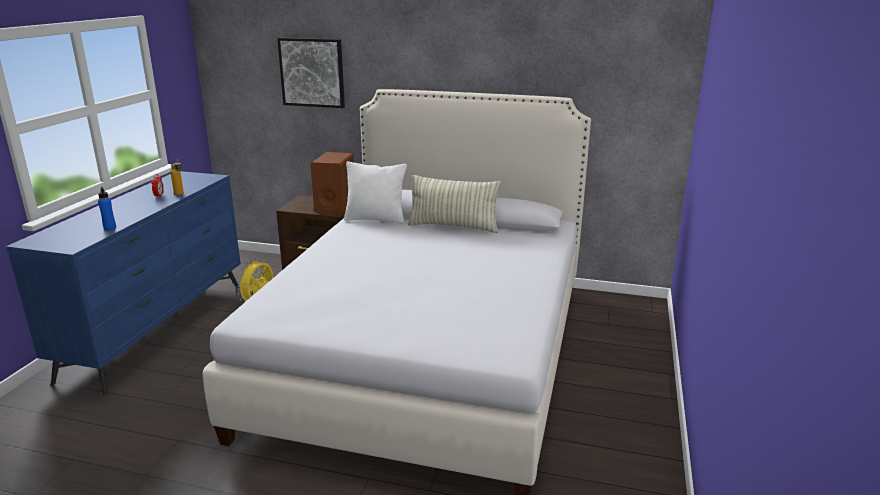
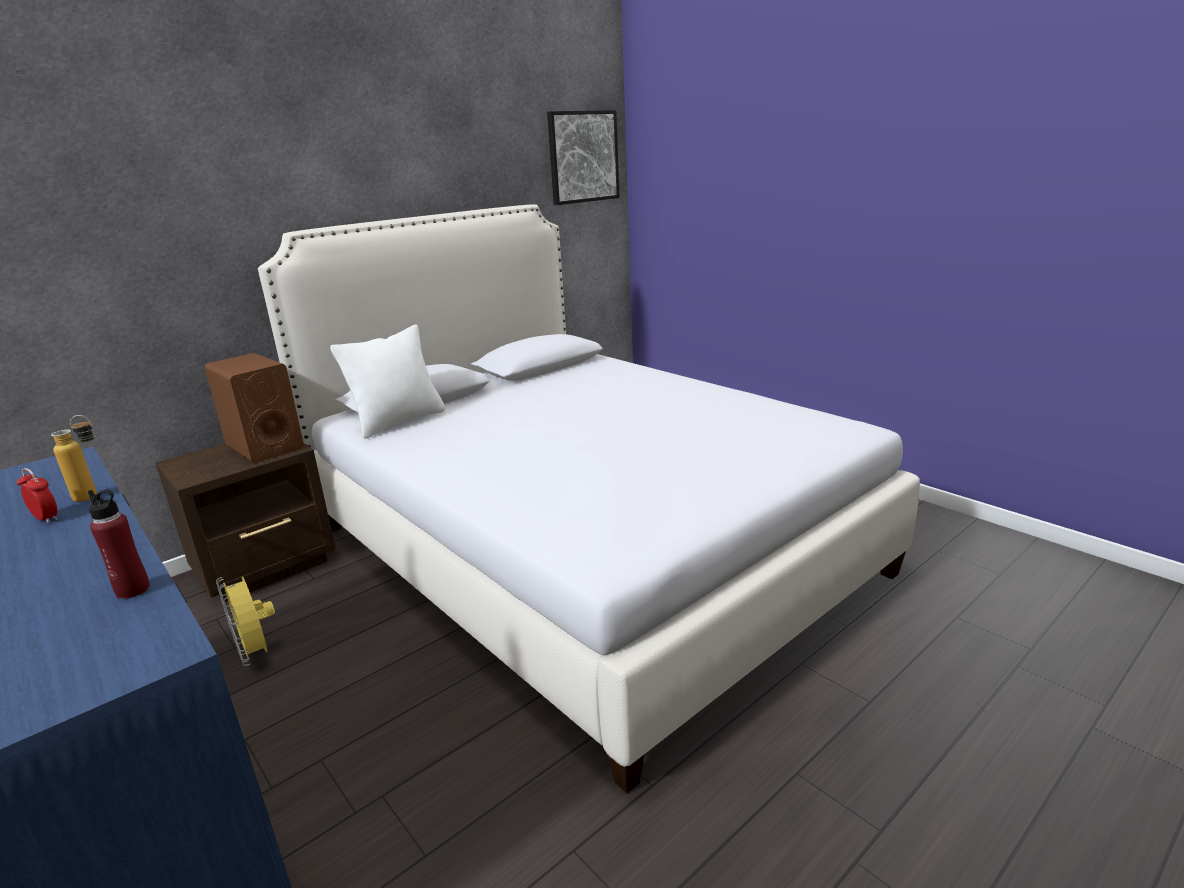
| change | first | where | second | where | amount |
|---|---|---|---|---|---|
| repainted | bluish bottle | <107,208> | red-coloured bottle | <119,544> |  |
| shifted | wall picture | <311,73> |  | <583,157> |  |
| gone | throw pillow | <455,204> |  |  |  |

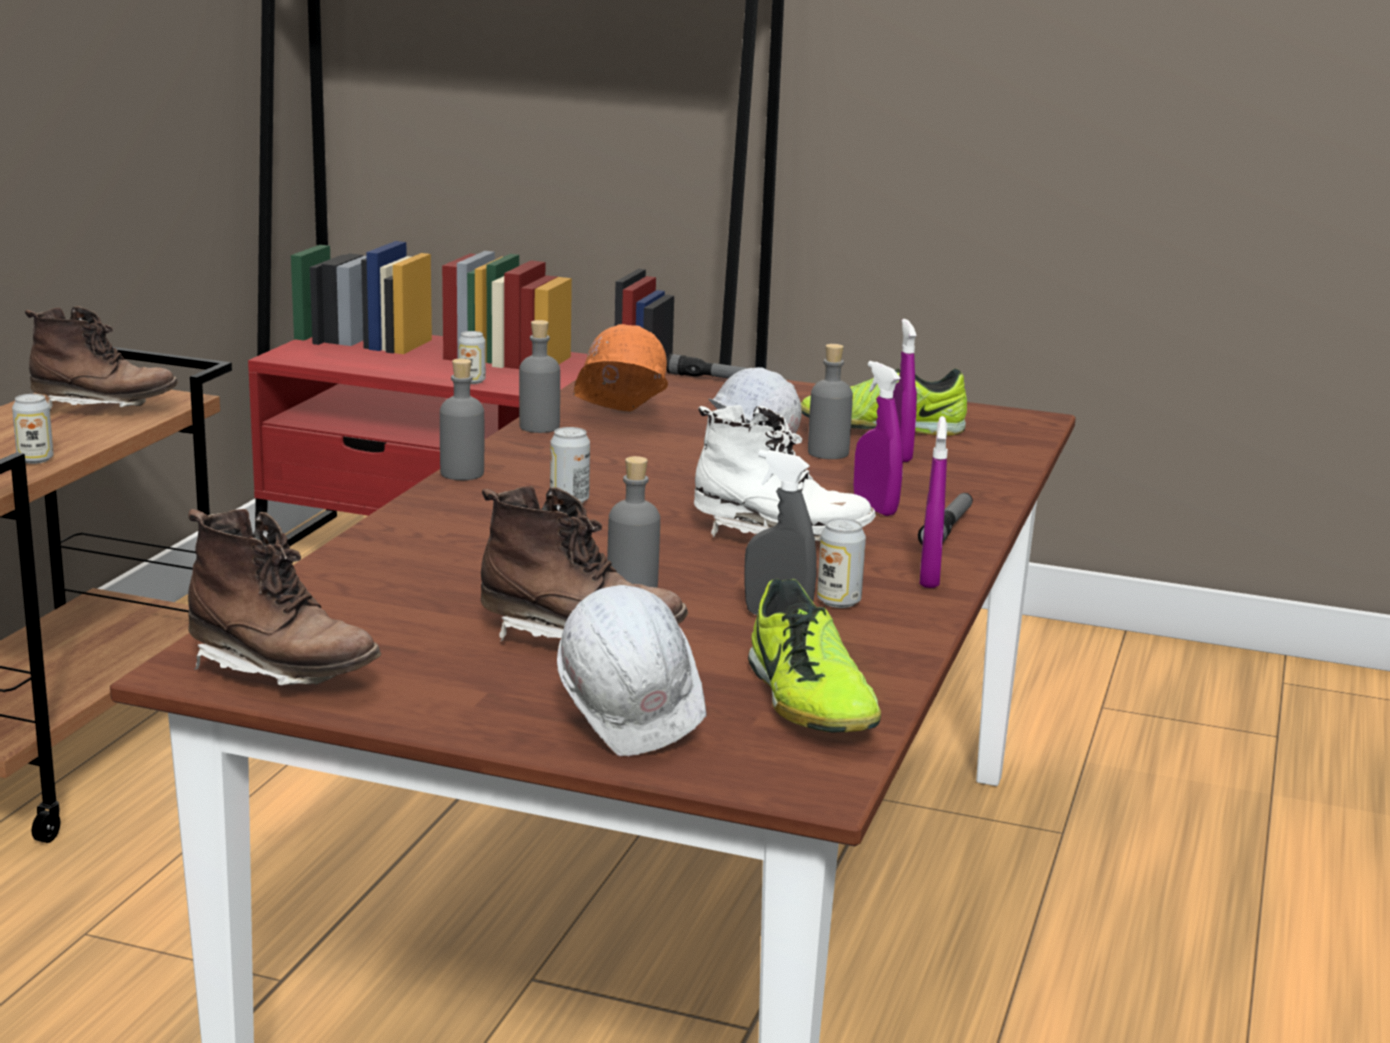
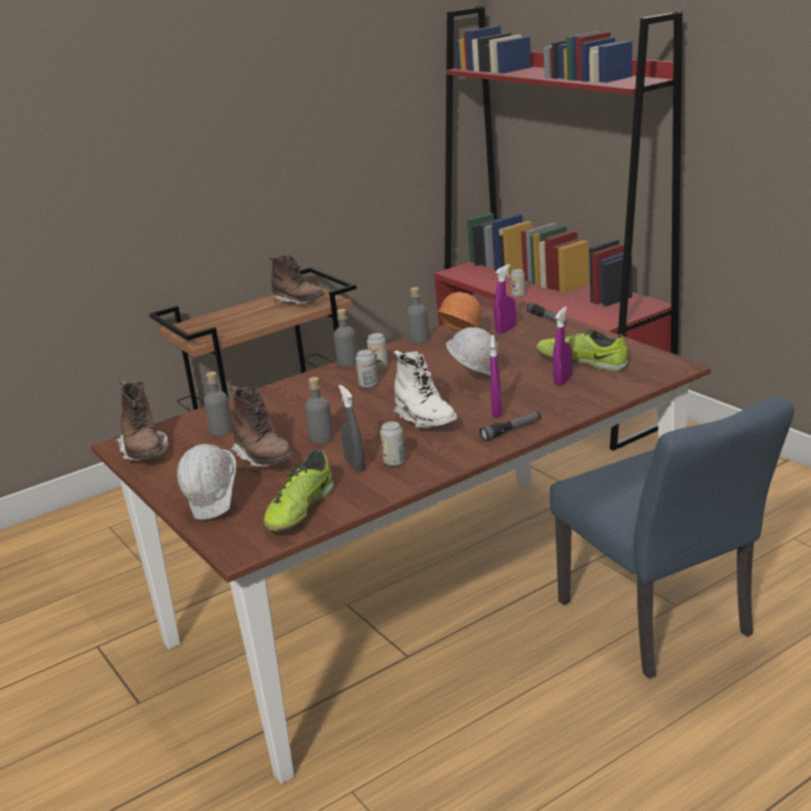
| change | first | where | second | where | amount |
|---|---|---|---|---|---|
| shifted | greyish bottle | <830,401> |  | <218,404> |  |
| shifted | sealed can | <33,429> |  | <377,351> |  |
| shifted | purple-coloured hand sprayer | <934,502> |  | <505,299> |  |
| new |  |  | bluish upright chair | <672,537> |  |

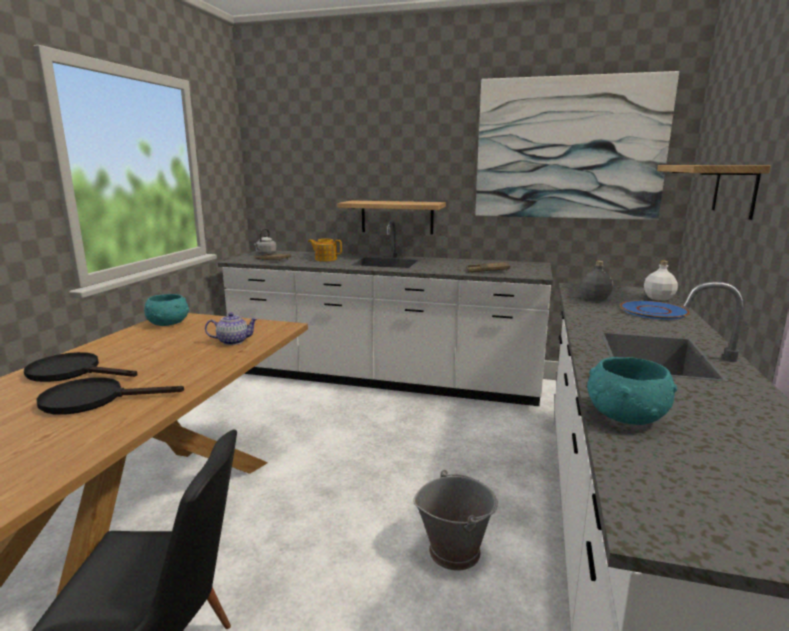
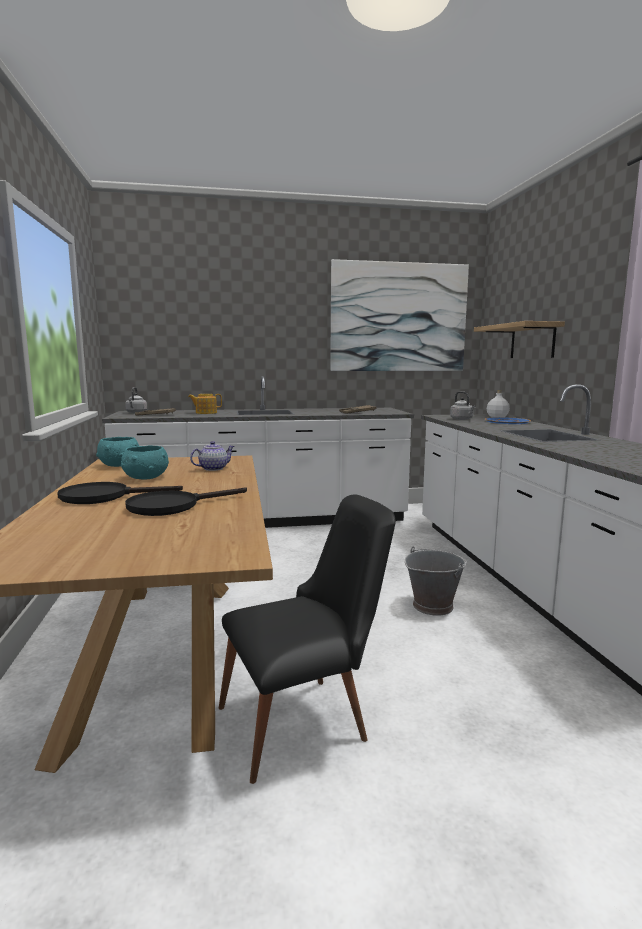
| change | first | where | second | where | amount |
|---|---|---|---|---|---|
| shifted | blue-green bowl | <632,391> |  | <145,463> |  |
| swapped | greyish bottle | <597,281> | greyish kettle | <463,405> |  |
| gone | bracket shelf | <391,217> |  |  |  |

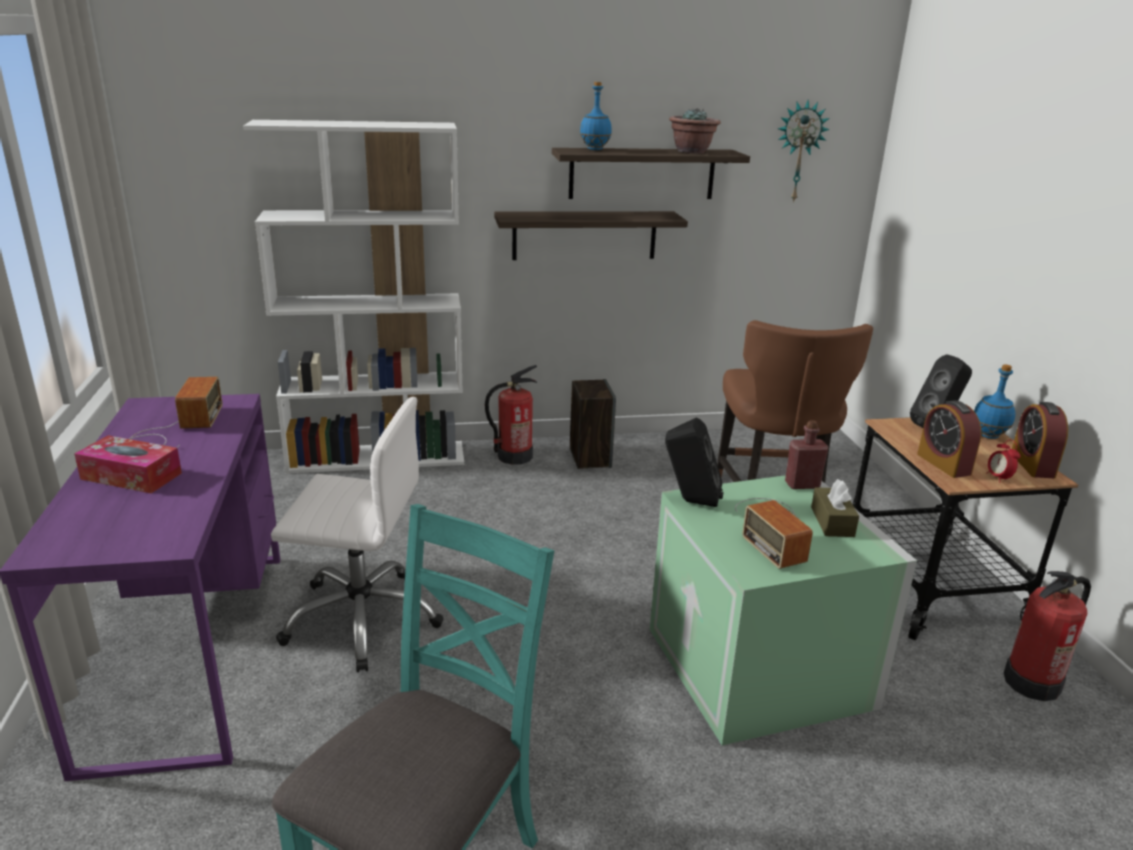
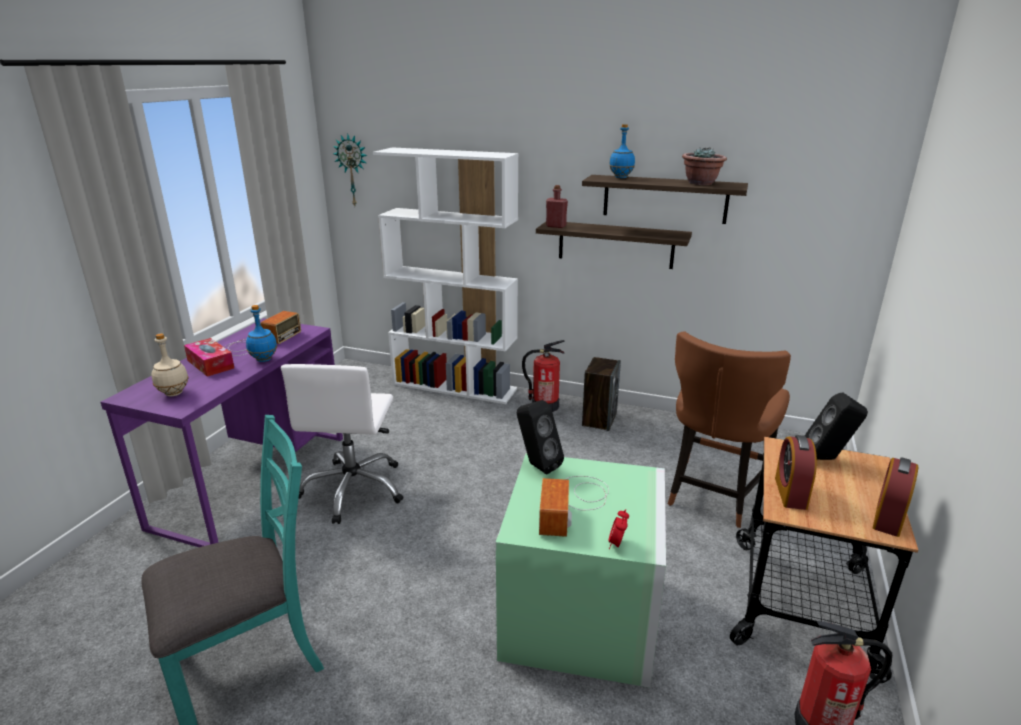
| change | first | where | second | where | amount |
|---|---|---|---|---|---|
| new |  |  | beige-coloured bottle | <170,365> |  |
| shifted | bluish bottle | <994,401> |  | <261,333> |  |
| rotated | white-coloured office chair | <357,534> |  | <342,444> | 60 degrees clockwise |
| shifted | wall clock | <804,151> |  | <350,170> |  |
| shifted | red-coloured bottle | <806,454> |  | <557,206> |  |
| shifted | alarm clock | <1003,461> |  | <618,529> |  |
| gone | brown-coloured tissue box | <835,508> |  |  |  |

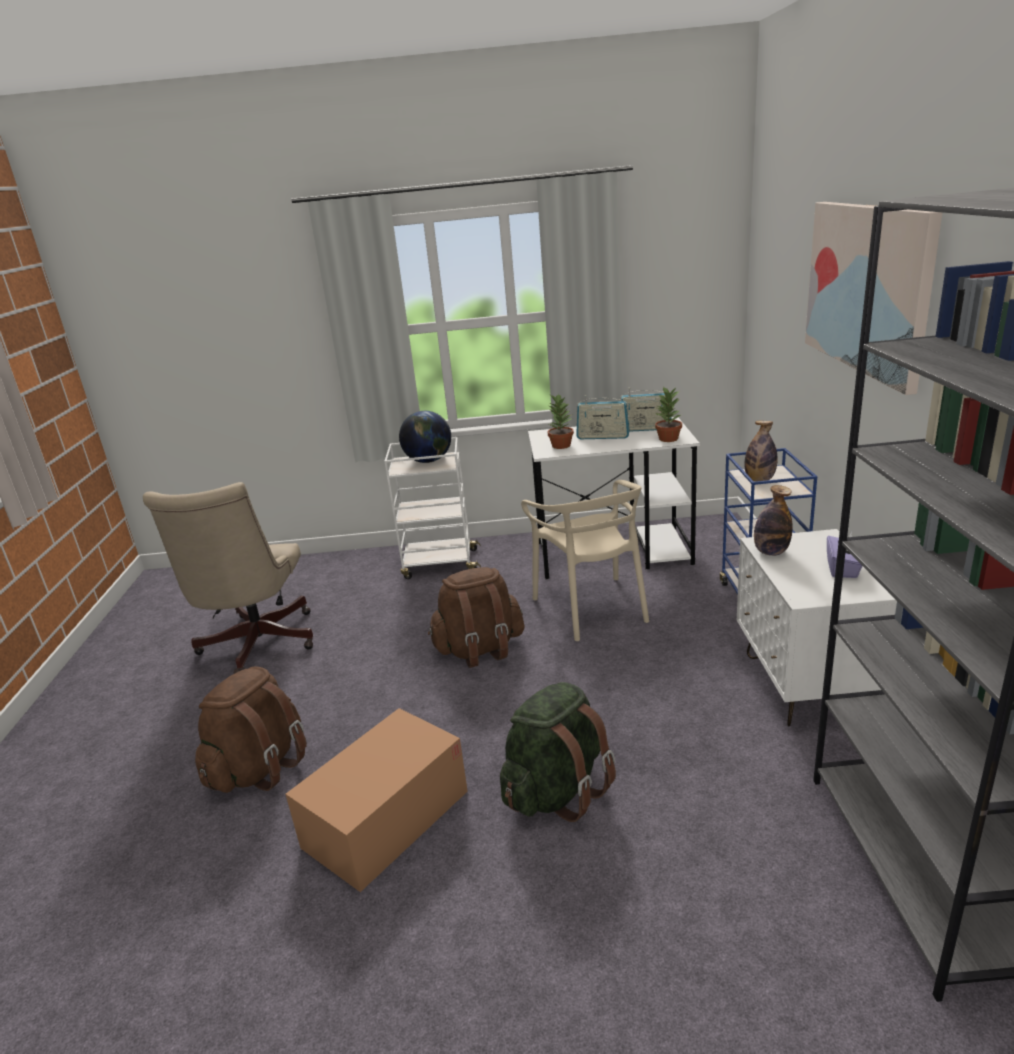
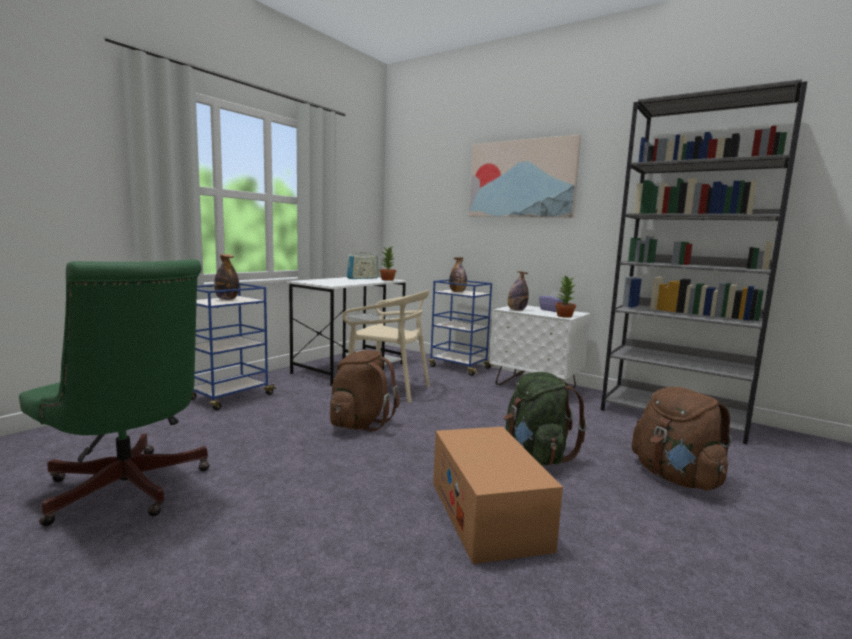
| change | first | where | second | where | amount |
|---|---|---|---|---|---|
| repainted | beige-coloured office chair | <228,578> | green office chair | <114,392> |  |
| repainted | white-coloured trolley | <432,508> | bluish trolley | <233,346> |  |
| swapped | desk globe | <425,437> | bottle | <226,277> |  |
| shifted | houseplant | <560,421> |  | <565,297> |  |
| shifted | brown-coloured knapsack | <251,730> |  | <682,438> |  |
| gone | radio | <603,417> |  |  |  |

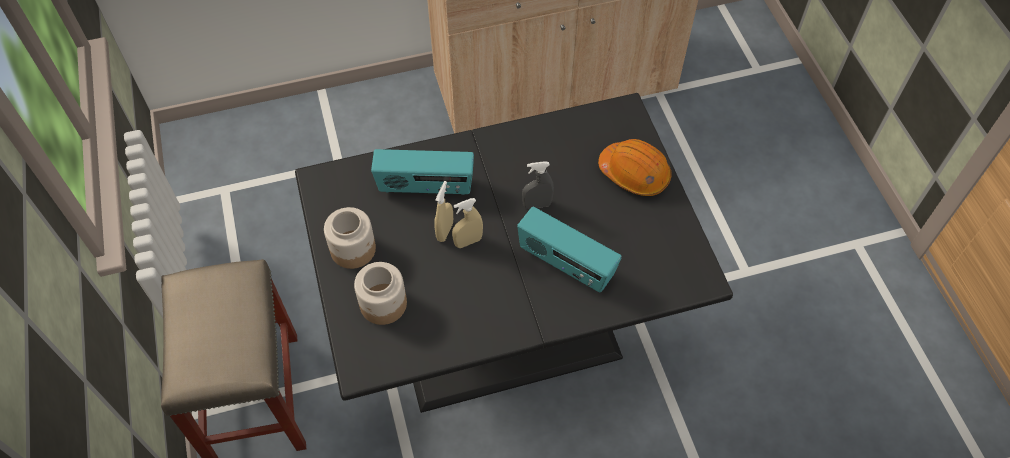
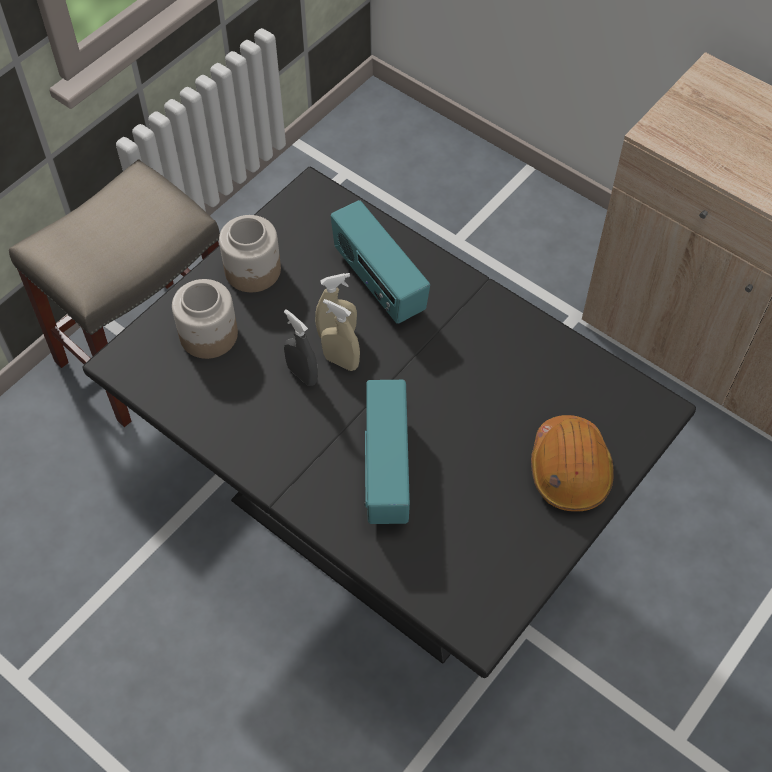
| change | first | where | second | where | amount |
|---|---|---|---|---|---|
| shifted | greyish hand sprayer | <538,185> |  | <301,347> |  |

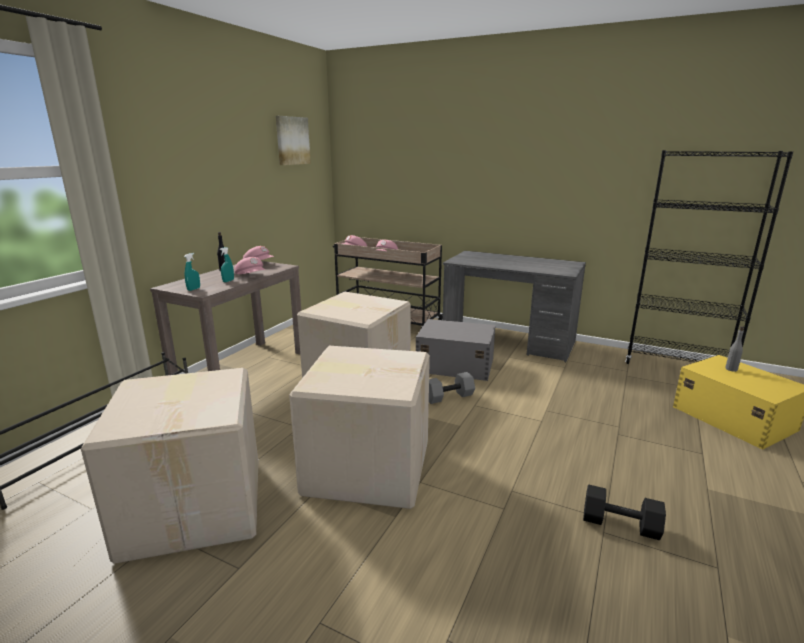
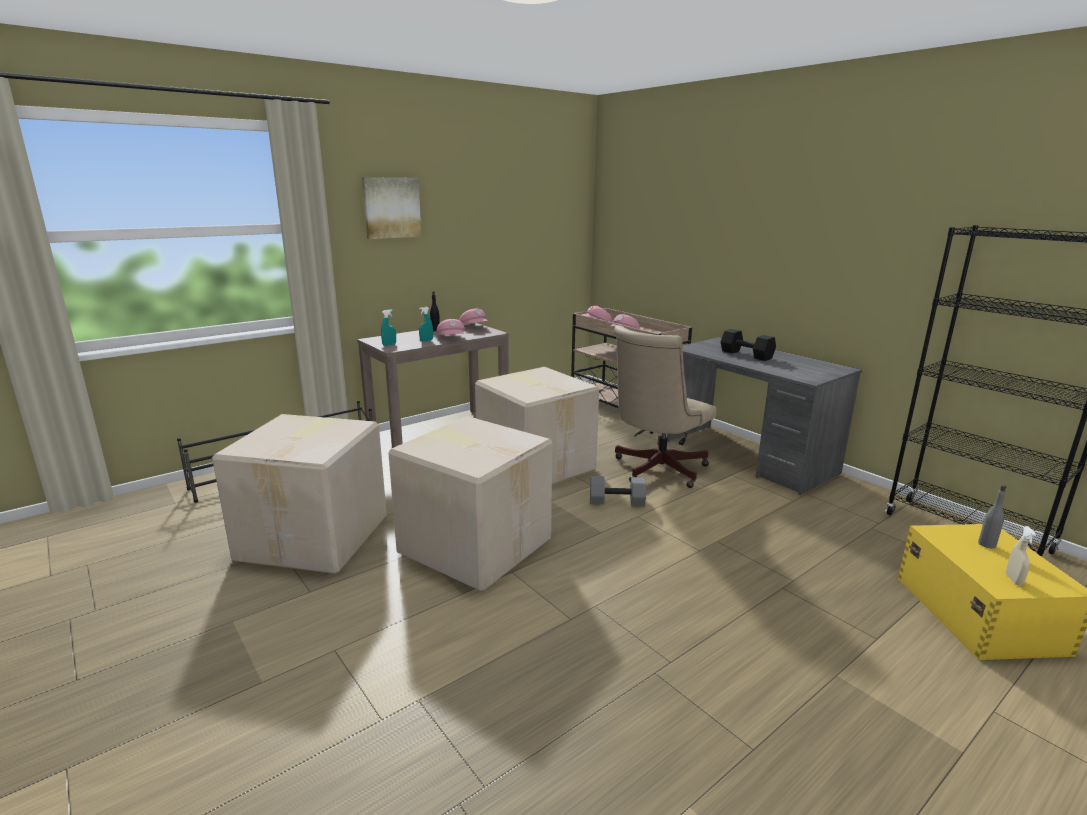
| change | first | where | second | where | amount |
|---|---|---|---|---|---|
| shifted | wall picture | <293,140> |  | <392,208> |  |
| swapped | greyish storage container | <456,350> | beige-coloured office chair | <665,406> |  |
| shifted | blackish dumbbell | <624,512> |  | <748,345> |  |
| new |  |  | beige-coloured hand sprayer | <1021,555> |  |

